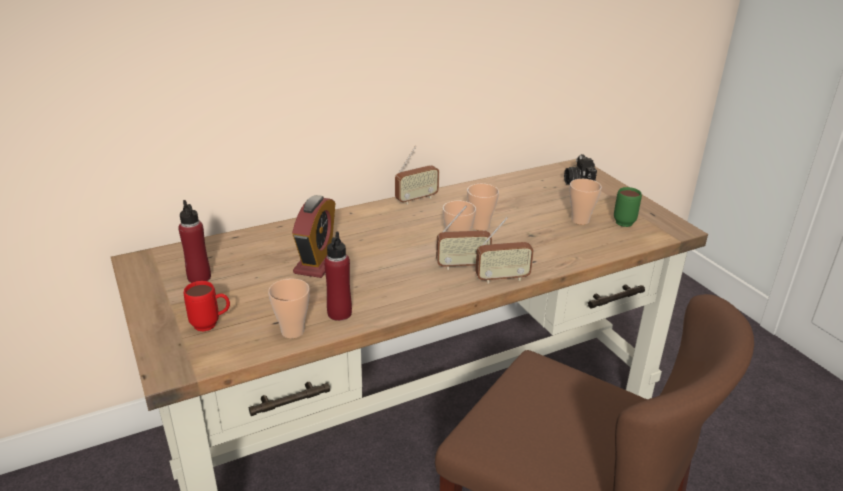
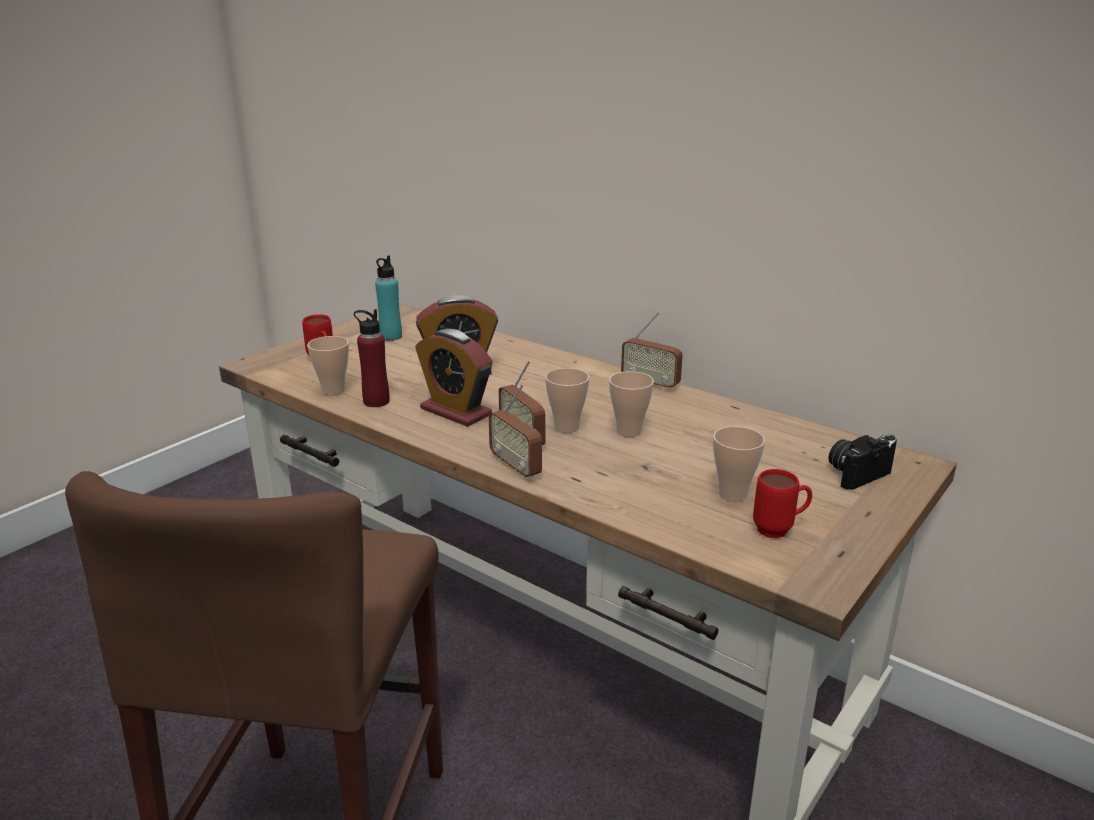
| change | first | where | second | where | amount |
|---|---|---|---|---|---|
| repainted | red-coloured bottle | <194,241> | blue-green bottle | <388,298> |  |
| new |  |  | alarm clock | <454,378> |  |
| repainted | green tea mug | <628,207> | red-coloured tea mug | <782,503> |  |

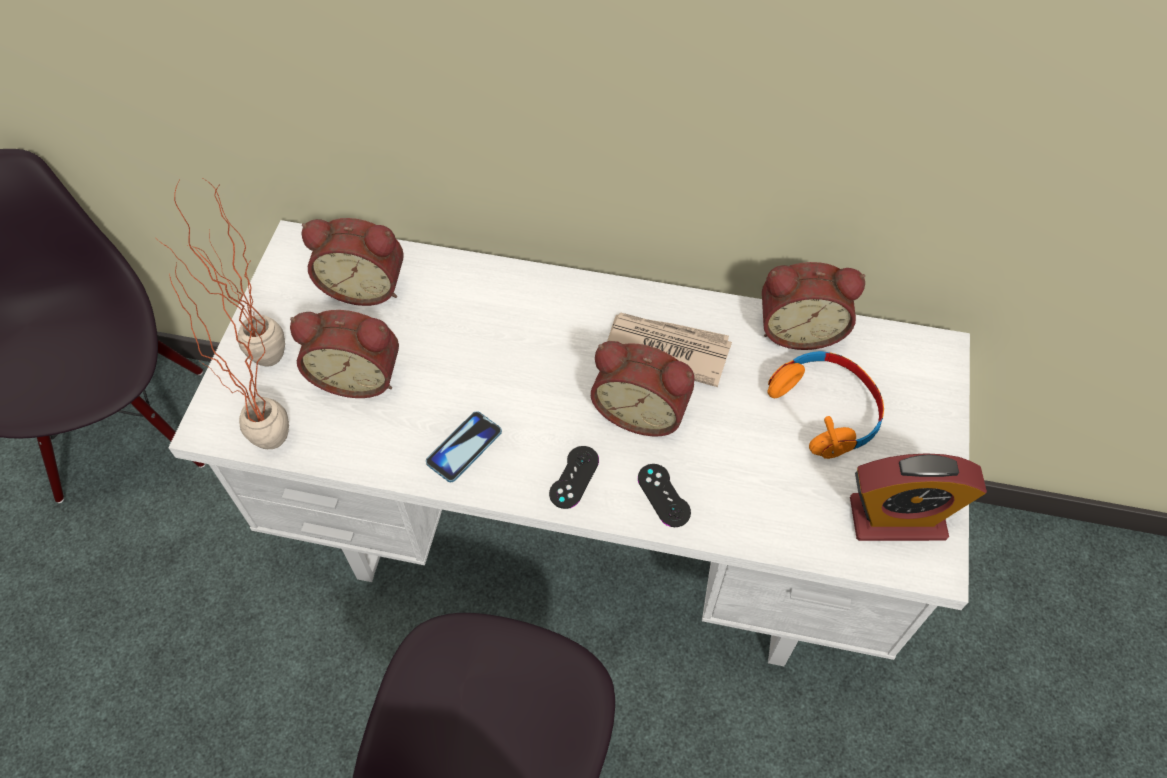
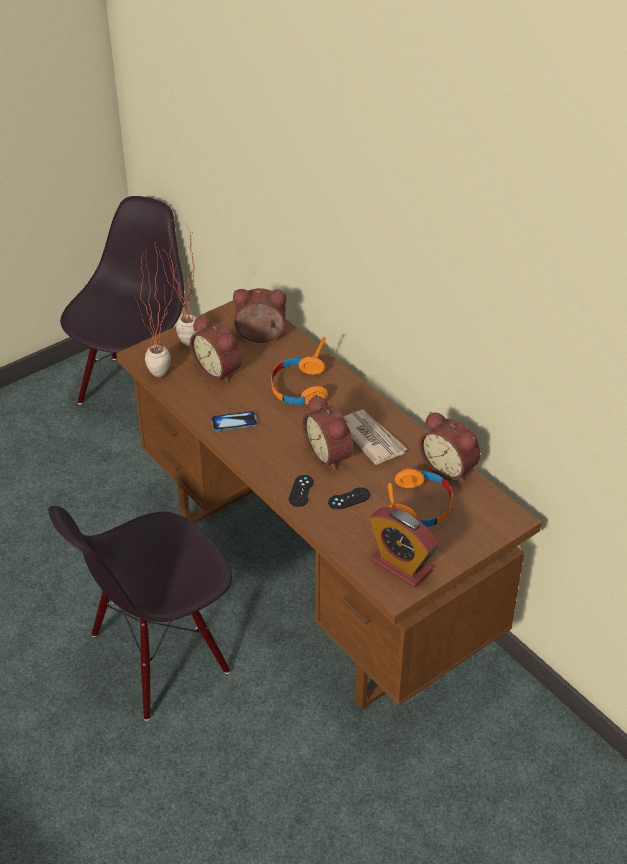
| change | first | where | second | where | amount |
|---|---|---|---|---|---|
| repainted | white-coloured desk table | <569,443> | brown-coloured desk table | <329,505> |  |
| rotated | alarm clock | <353,262> |  | <259,315> | 135 degrees clockwise |
| new |  |  | orange-coloured pair of headphones | <299,371> |  |
| shifted | blackish joypad | <574,477> |  | <349,498> |  |

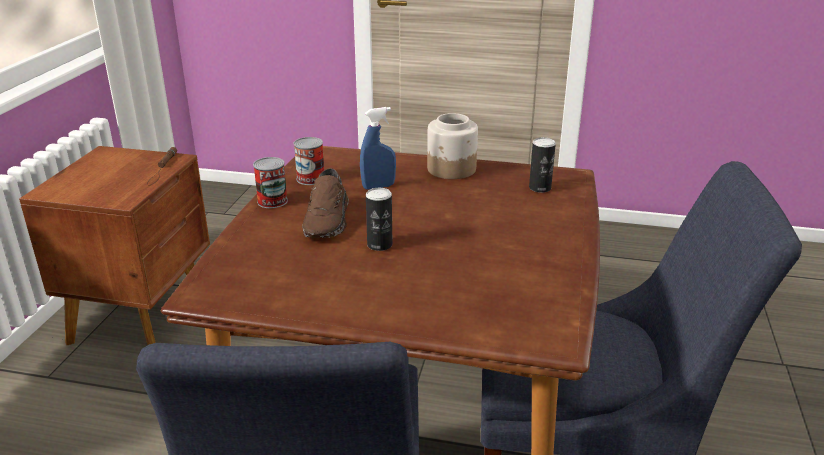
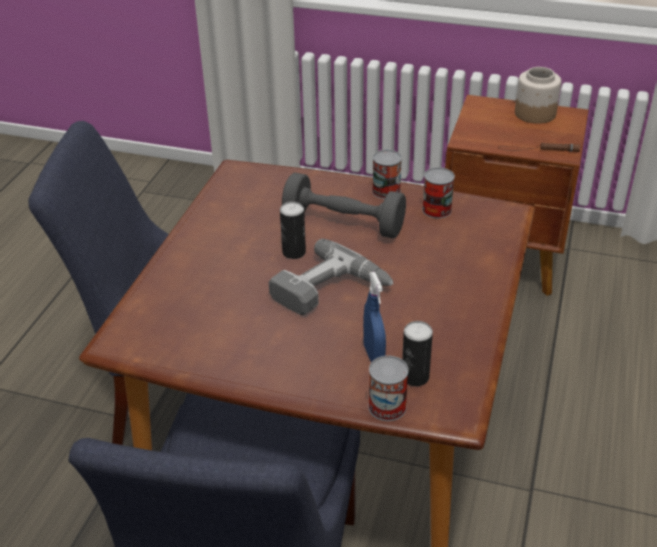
| change | first | where | second | where | amount |
|---|---|---|---|---|---|
| new |  |  | drill | <331,277> |  |
| swapped | brown-coloured shoe | <325,203> | greyish dumbbell | <344,205> |  |
| shifted | bluish hand sprayer | <378,148> |  | <374,317> |  |
| new |  |  | sealed can | <388,388> |  |
| shifted | jar | <452,146> |  | <538,95> |  |

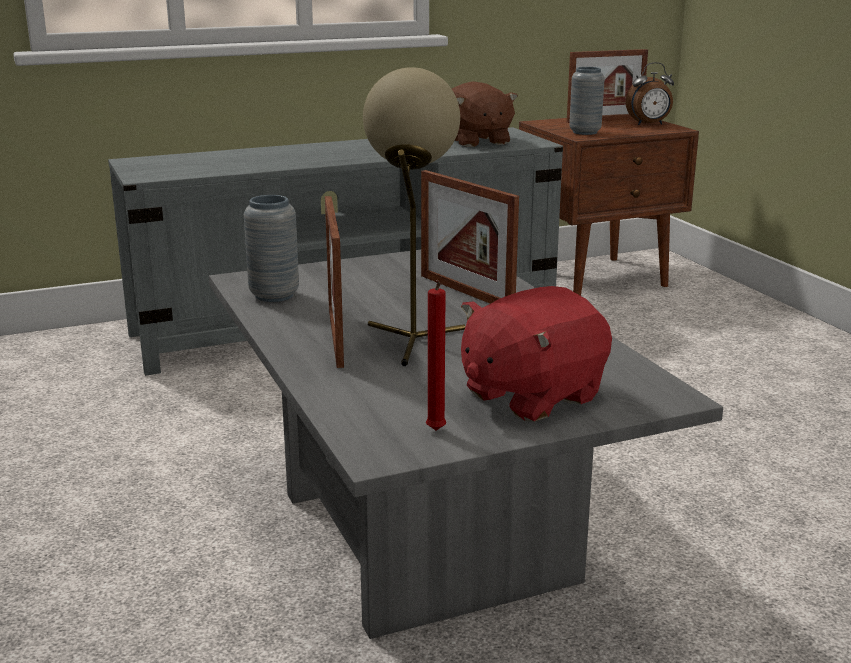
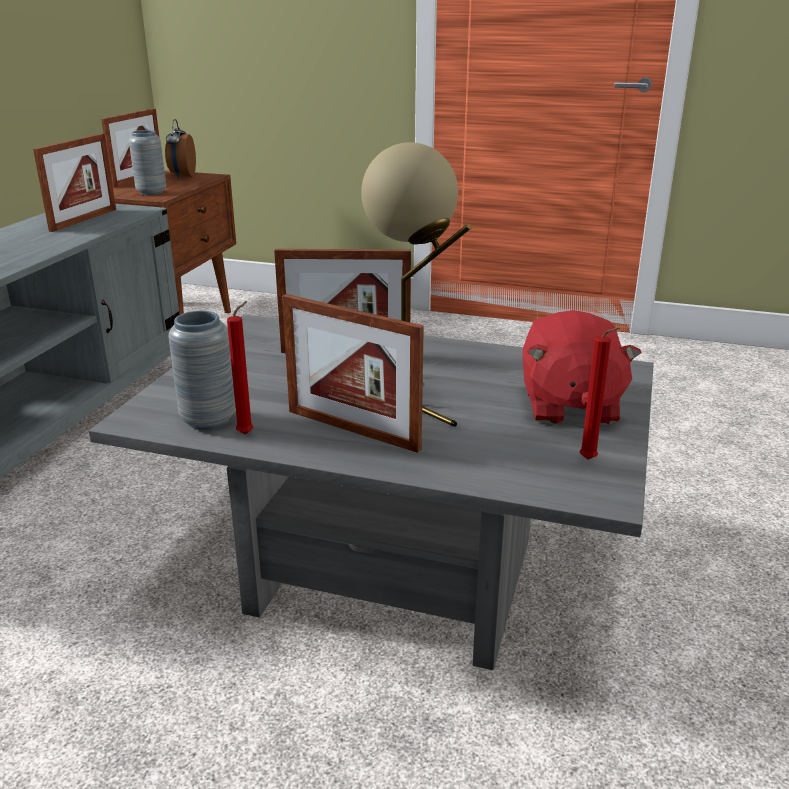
| change | first | where | second | where | amount |
|---|---|---|---|---|---|
| swapped | brown-coloured cuddly toy | <485,114> | standing frame | <74,183> |  |
| rotated | alarm clock | <650,93> |  | <180,149> | 150 degrees clockwise |
| new |  |  | red-coloured wax light | <240,367> |  |

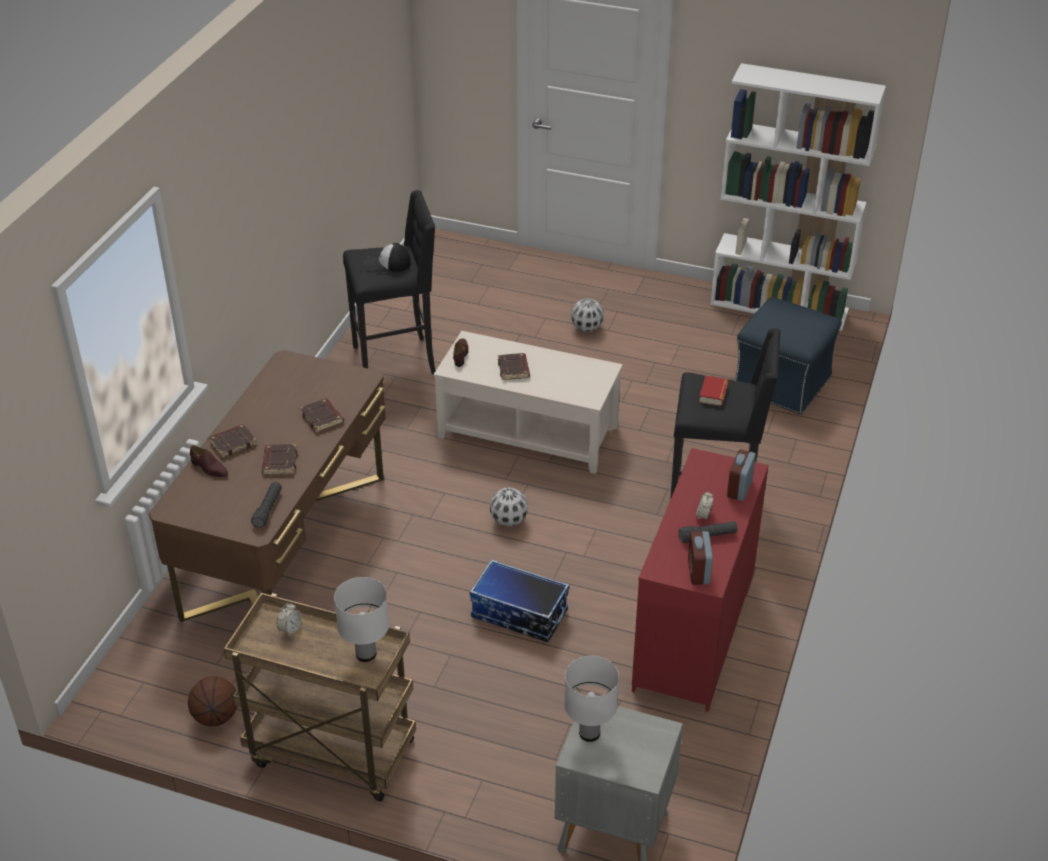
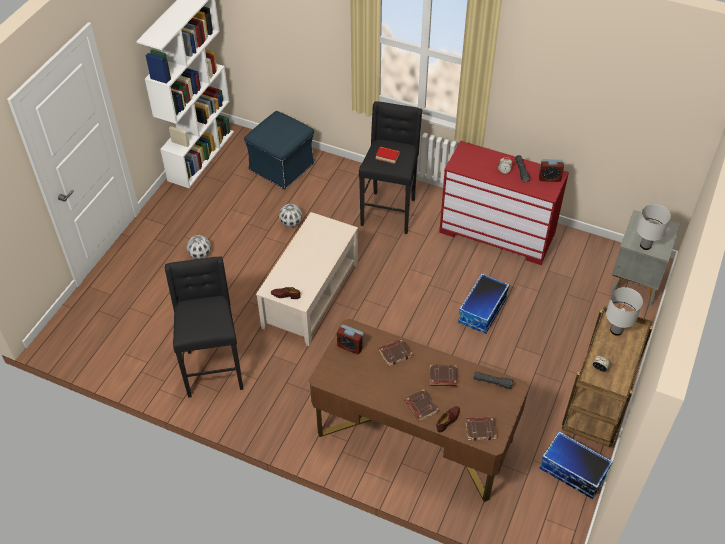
| change | first | where | second | where | amount |
|---|---|---|---|---|---|
| shifted | football ball | <509,507> |  | <290,215> |  |
| shifted | alarm clock | <741,475> |  | <350,339> |  |
| shifted | brown-coloured book | <514,366> |  | <481,429> |  |
| swapped | basketball ball | <212,701> | storage container | <576,465> |  |
| gone | peaked cap | <388,258> |  |  |  |

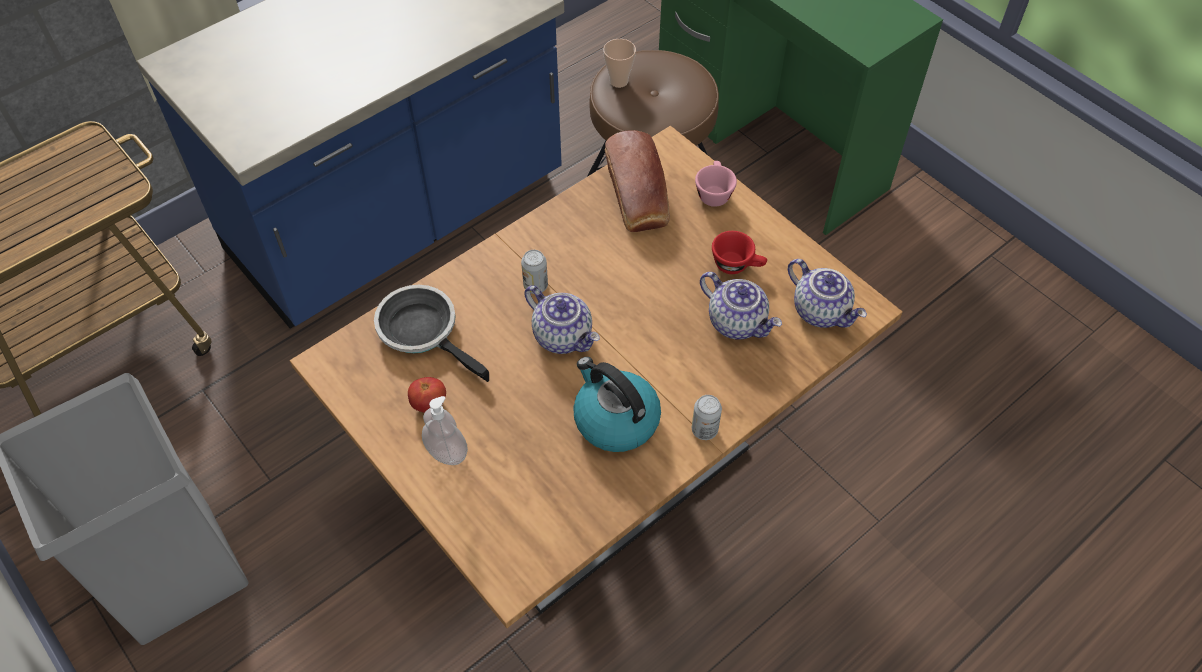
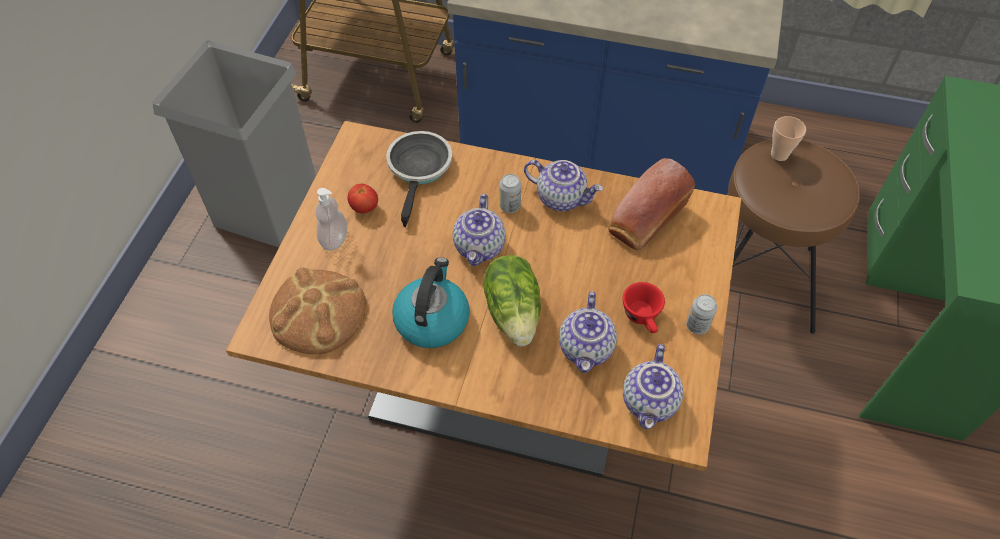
| change | first | where | second | where | amount |
|---|---|---|---|---|---|
| new |  |  | bakery bread | <317,311> |  |
| new |  |  | lettuce head | <512,300> |  |
| new |  |  | teapot | <563,185> |  |
| shifted | sealed can | <707,417> |  | <701,314> |  |
| gone | pink-coloured small cup | <716,184> |  |  |  |

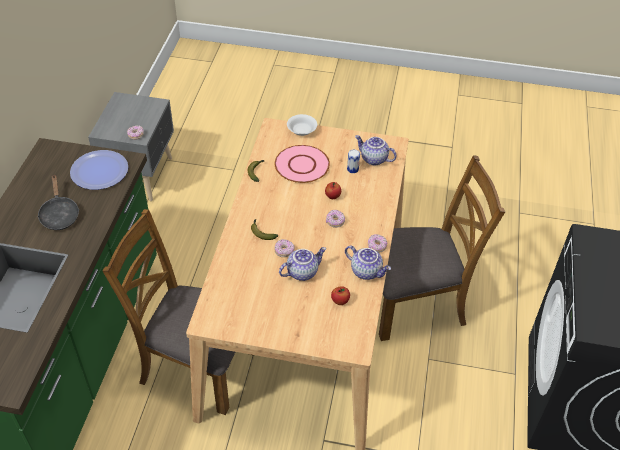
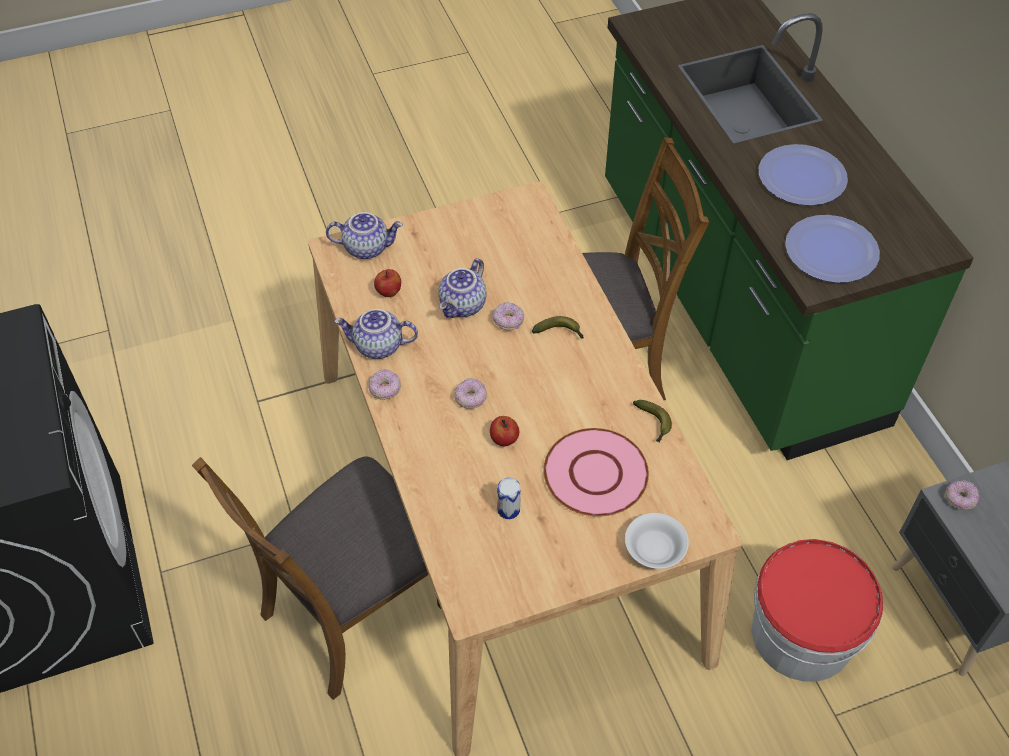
| change | first | where | second | where | amount |
|---|---|---|---|---|---|
| shifted | teapot | <376,150> |  | <364,235> |  |
| new |  |  | bucket | <817,610> |  |
| swapped | blackish pan | <58,202> | flat dish | <803,175> |  |

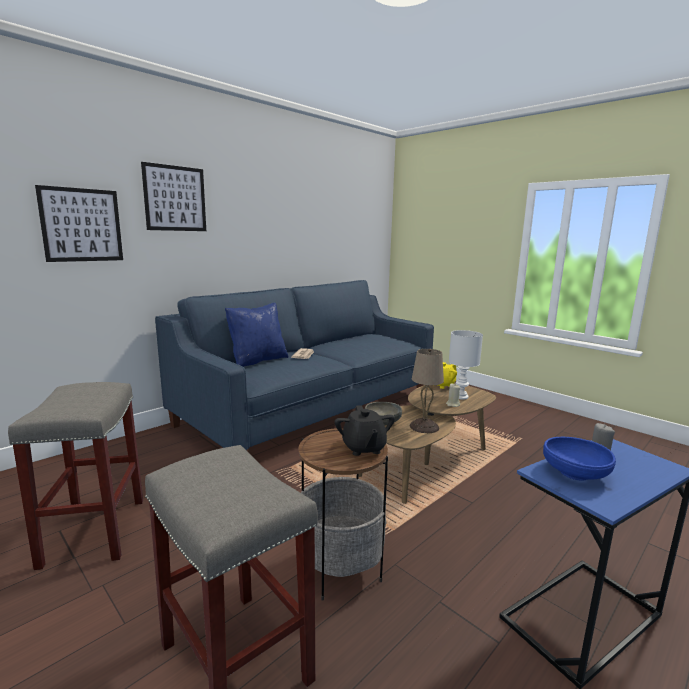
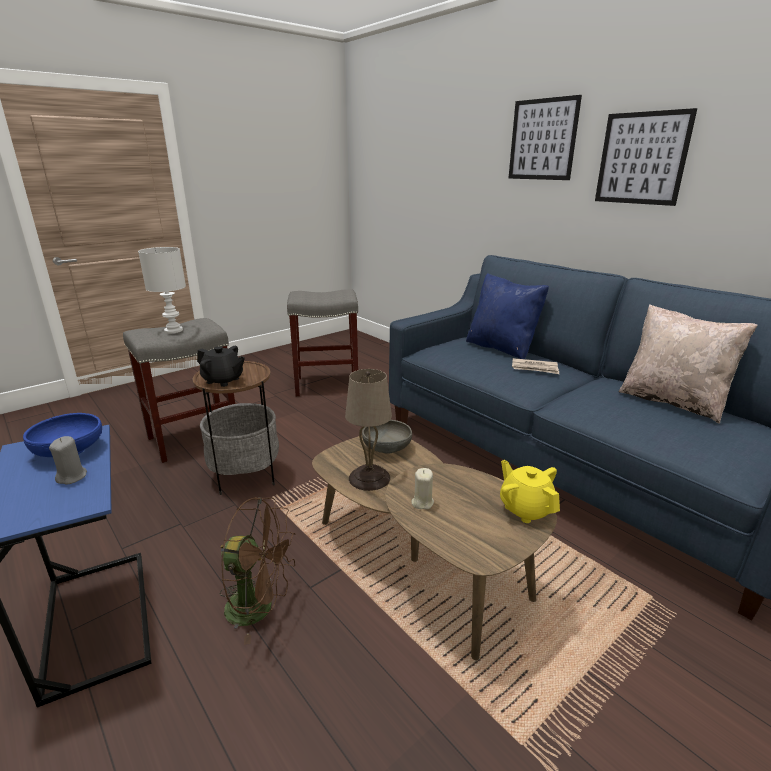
| change | first | where | second | where | amount |
|---|---|---|---|---|---|
| shifted | white-coloured lamp for a table | <466,365> |  | <162,290> |  |
| rotated | blackish teapot | <364,430> |  | <221,366> | 150 degrees counterclockwise |
| new |  |  | brown-coloured electric fan | <257,571> |  |
| shifted | wall picture | <79,223> |  | <646,157> |  |
| new |  |  | beige-coloured throw pillow | <688,364> |  |

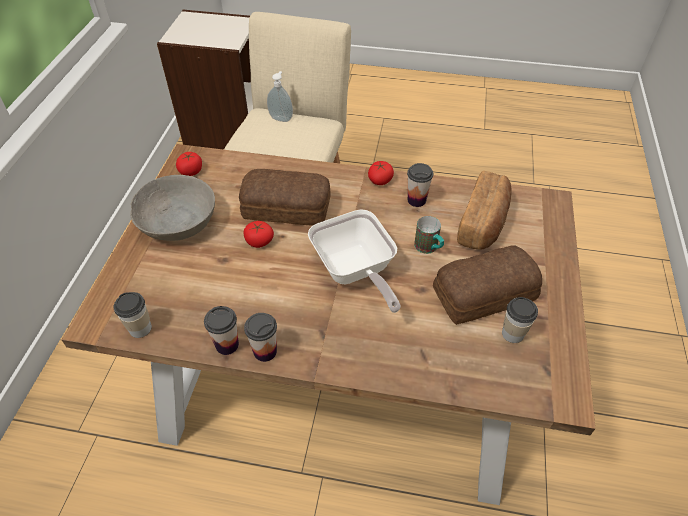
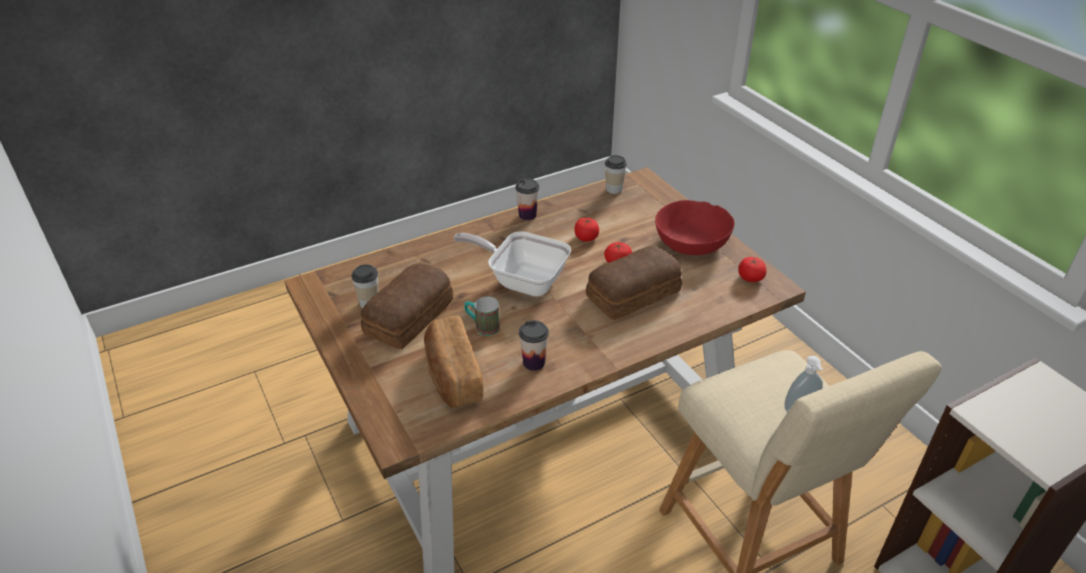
| change | first | where | second | where | amount |
|---|---|---|---|---|---|
| shifted | fresh tomato | <381,173> |  | <586,230> |  |
| repainted | greyish bowl | <172,208> | red-coloured bowl | <695,227> |  |
| gone | small cup | <221,330> |  |  |  |

